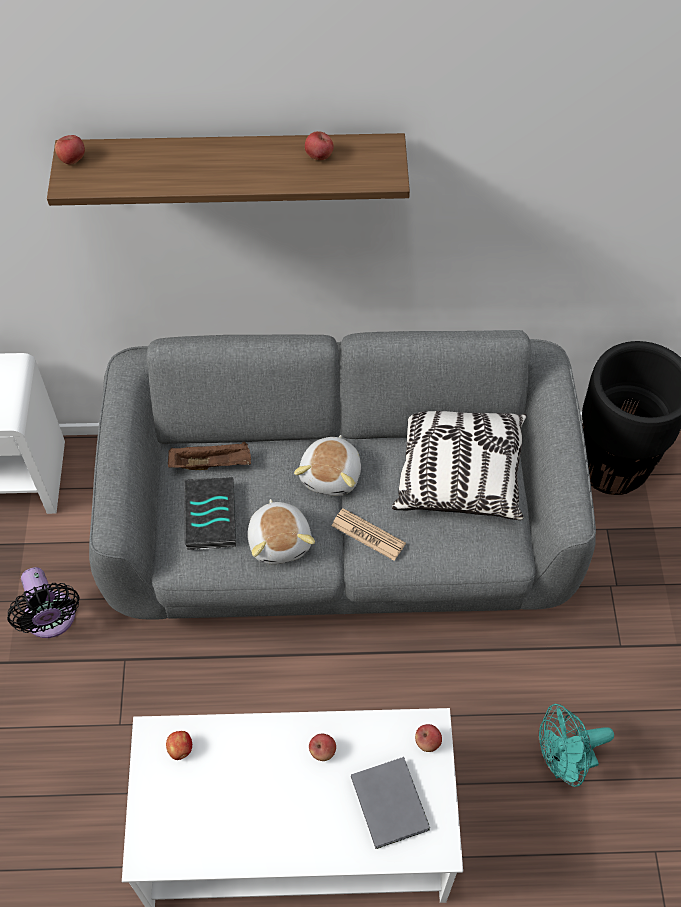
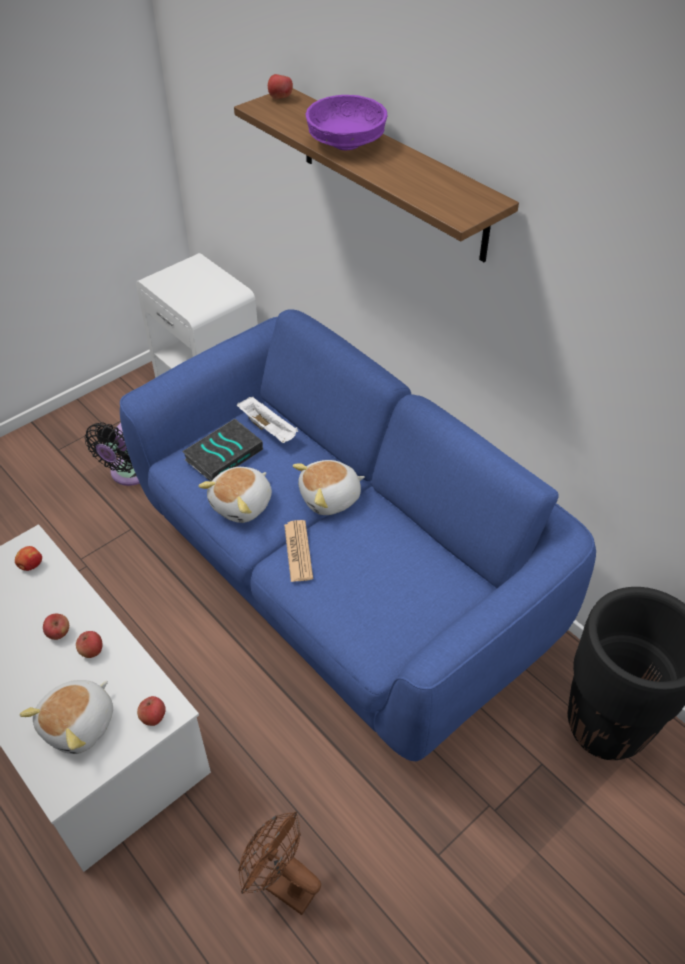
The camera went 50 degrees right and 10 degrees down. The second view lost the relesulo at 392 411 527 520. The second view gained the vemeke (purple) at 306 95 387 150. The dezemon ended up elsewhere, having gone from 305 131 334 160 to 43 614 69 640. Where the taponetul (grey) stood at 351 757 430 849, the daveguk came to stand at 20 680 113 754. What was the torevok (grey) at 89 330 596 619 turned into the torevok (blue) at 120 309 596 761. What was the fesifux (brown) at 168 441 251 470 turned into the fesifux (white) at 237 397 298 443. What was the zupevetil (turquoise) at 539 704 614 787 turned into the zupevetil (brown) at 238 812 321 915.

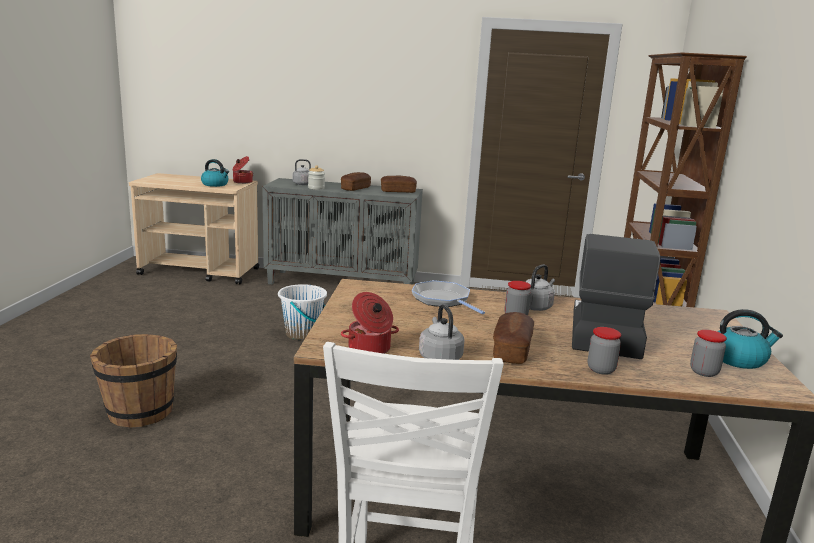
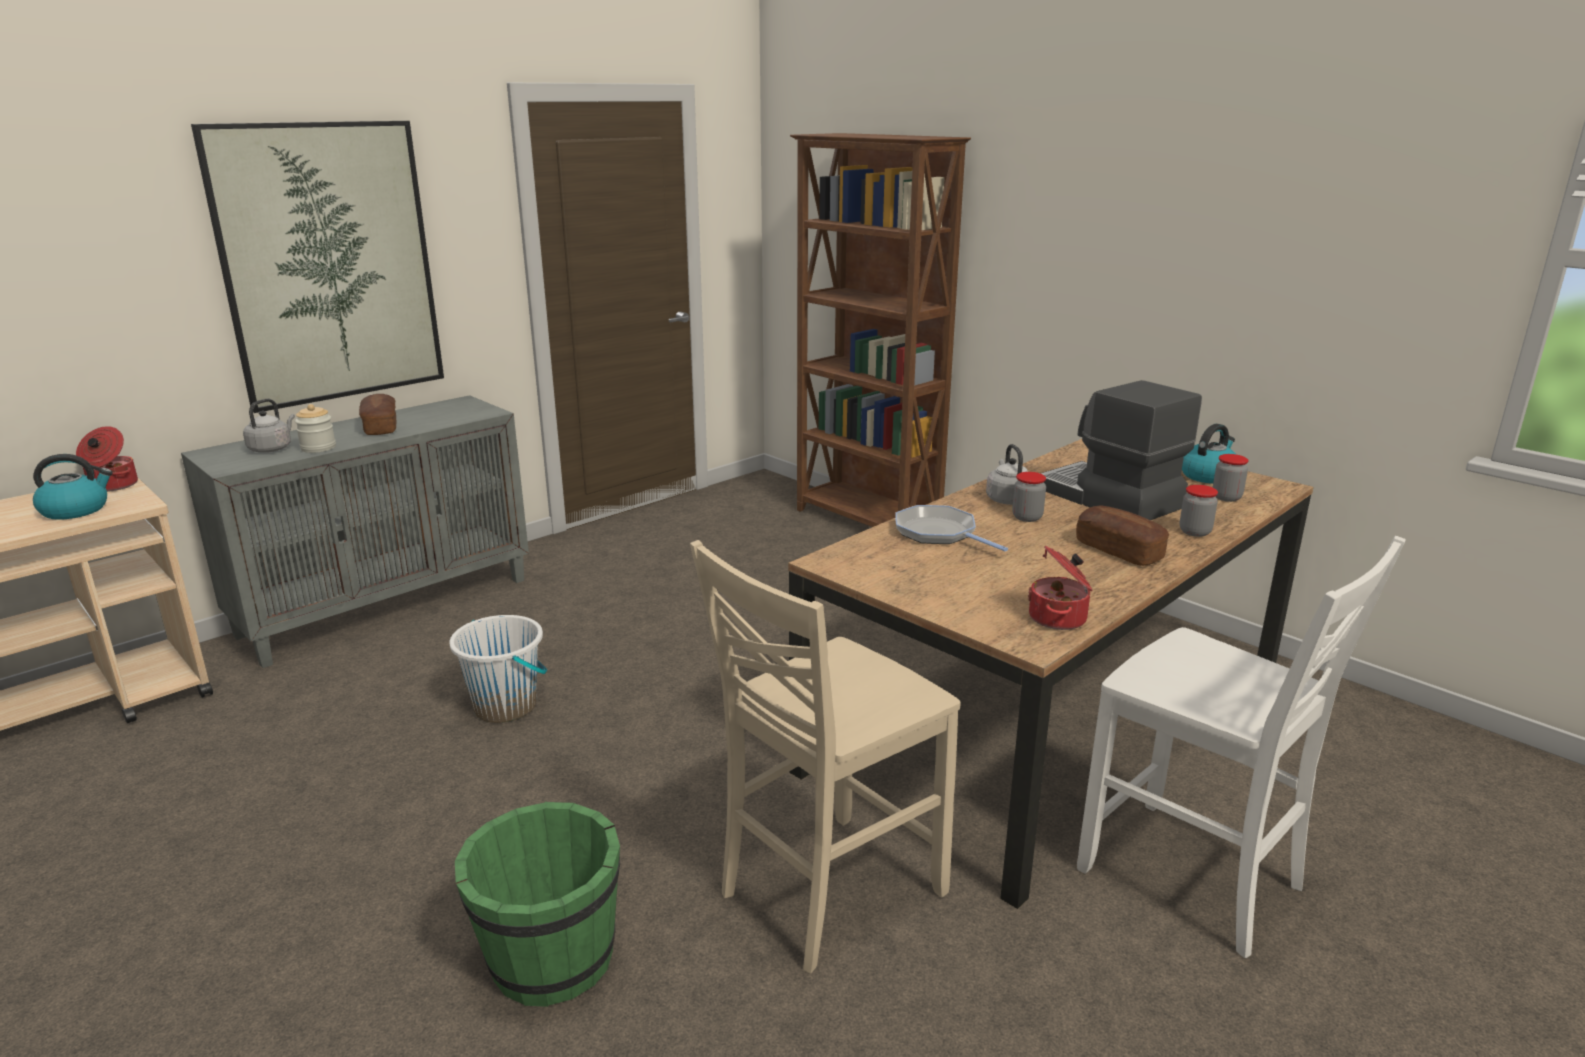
The camera went 50 degrees left and 5 degrees up. The second view lost the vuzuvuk at 381 175 417 193. The second view lost the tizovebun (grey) at 419 304 464 360. The second view gained the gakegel at 191 121 444 413. The second view gained the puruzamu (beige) at 690 540 961 974. What was the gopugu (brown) at 90 334 177 428 turned into the gopugu (green) at 455 802 620 1007. The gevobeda at 412 280 485 314 ended up facing another way, 45 degrees clockwise from before.

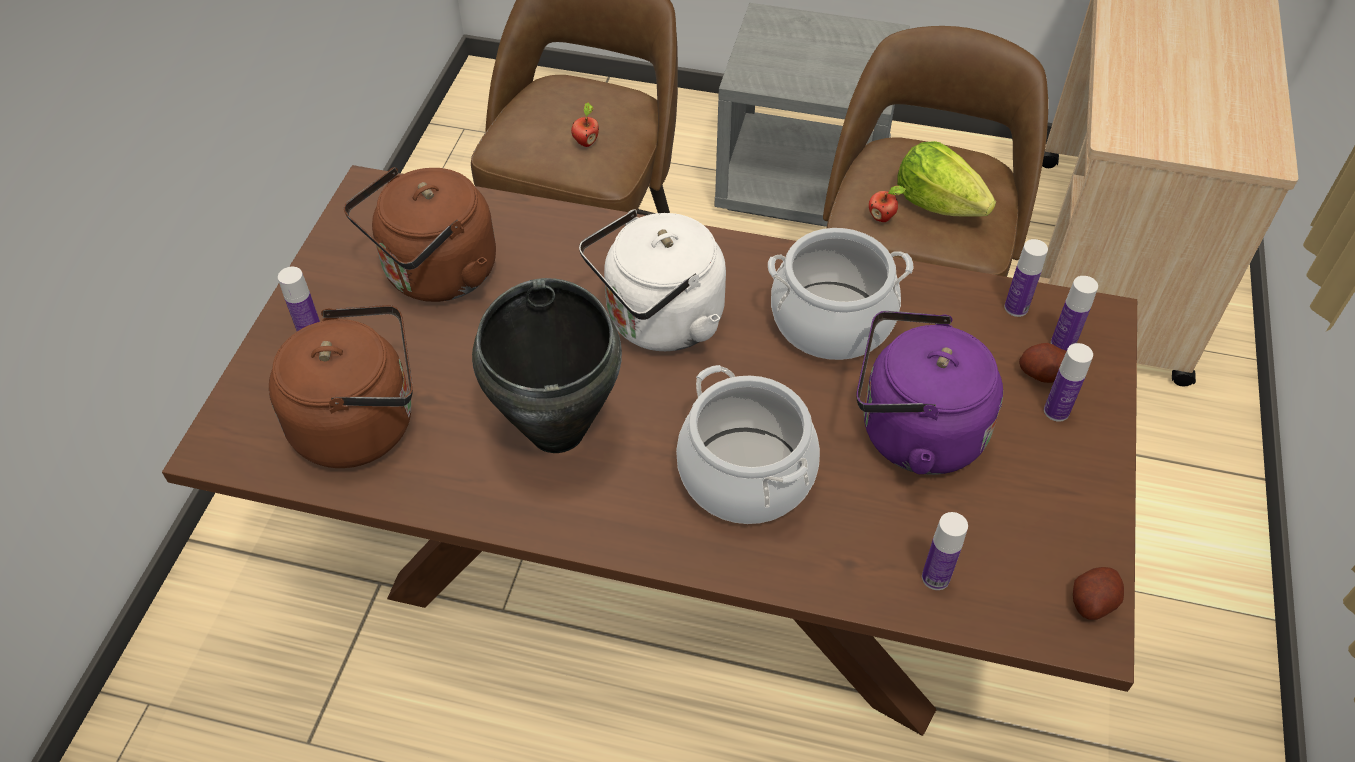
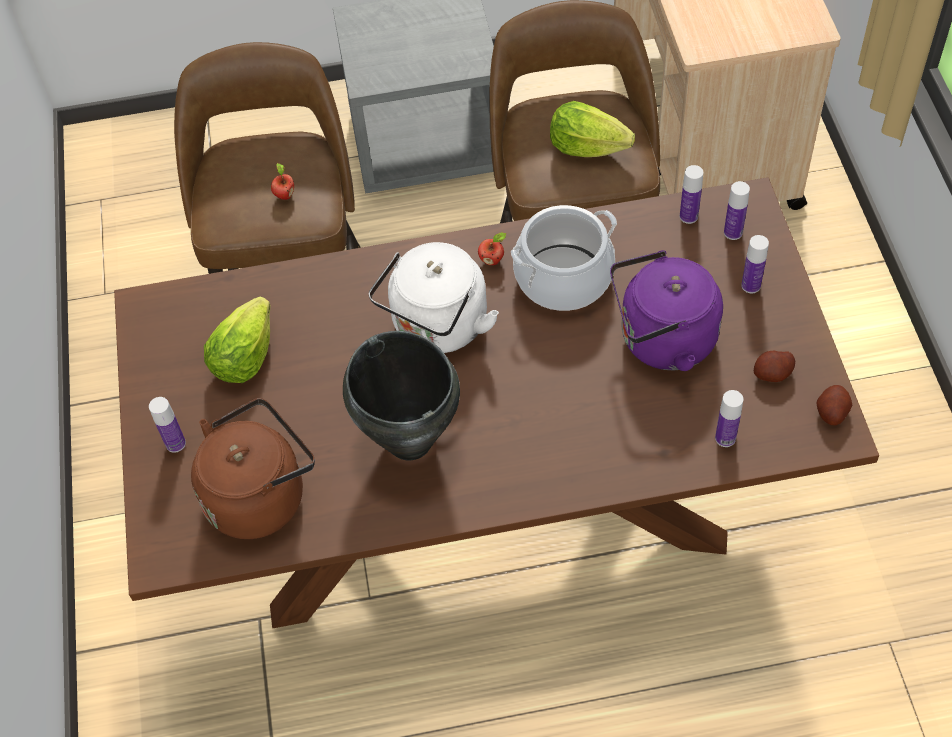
The camera went 20 degrees left and 5 degrees up. The second view lost the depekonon at 676 365 820 524. The dezemon ended up elsewhere, having gone from 869 185 906 222 to 478 233 506 265. The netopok ended up elsewhere, having gone from 1019 343 1066 383 to 754 351 795 382. Where the tizovebun (brown) stood at 344 167 496 302, the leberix came to stand at 204 297 271 383.

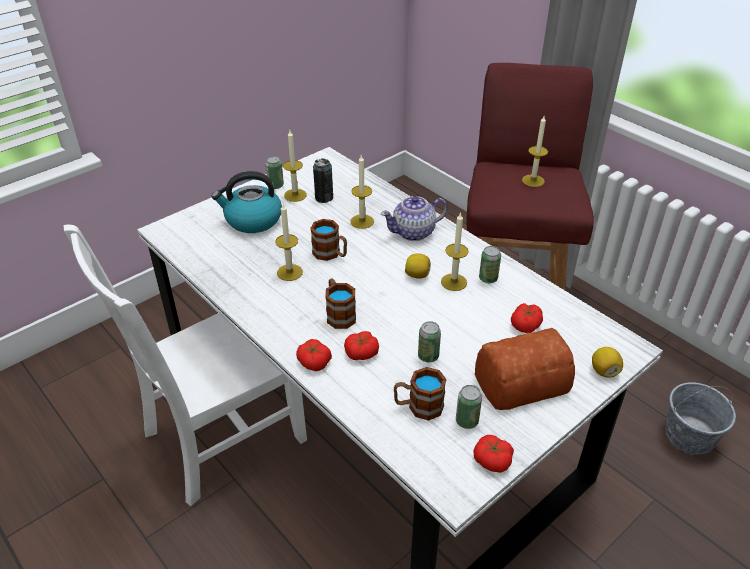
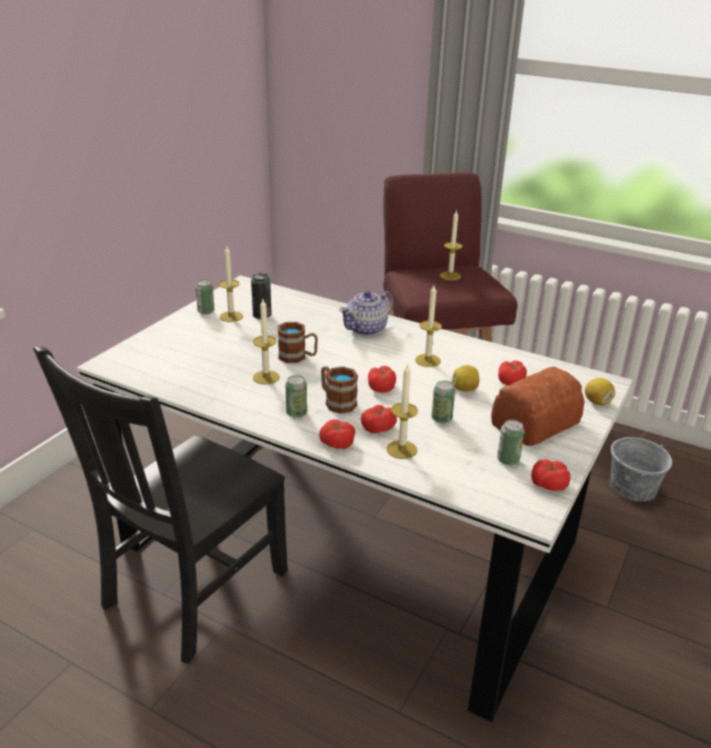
The camera went 20 degrees left and 10 degrees down. The second view lost the tizovebun at 211 171 282 233. The second view lost the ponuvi at 394 367 447 420. The second view gained the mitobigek at 368 366 396 393. The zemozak ended up elsewhere, having gone from 350 155 374 229 to 387 363 418 459. The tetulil ended up elsewhere, having gone from 405 254 431 279 to 452 365 480 392. The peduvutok ended up elsewhere, having gone from 479 246 501 283 to 286 375 307 418. What was the puruzamu (white) at 64 225 307 506 turned into the puruzamu (black) at 33 346 288 664.

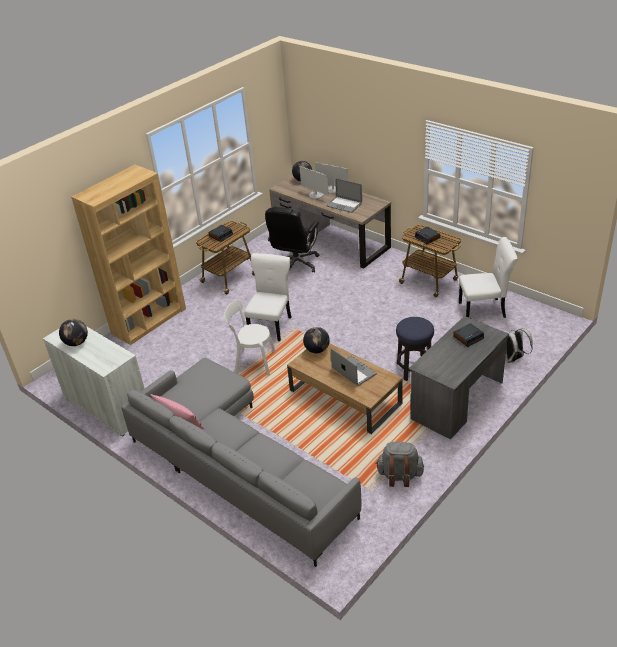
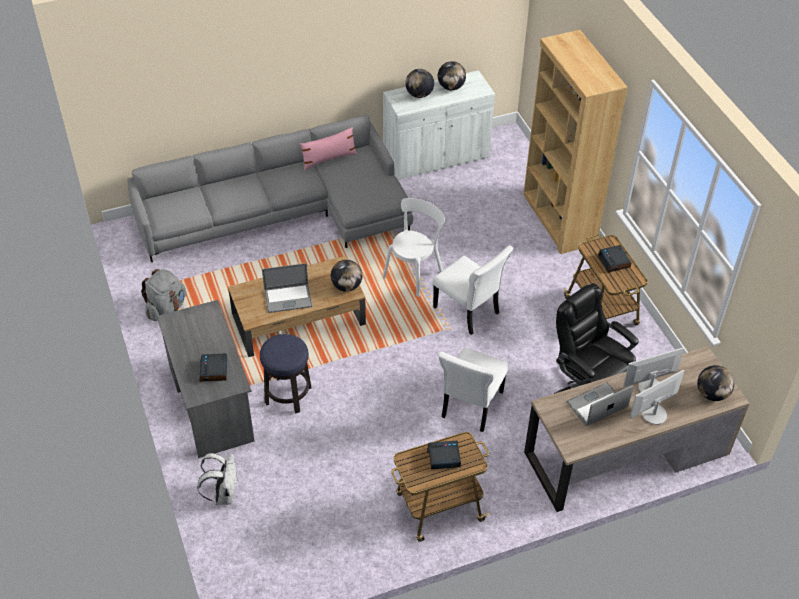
The camera went 115 degrees right and 10 degrees up. The second view gained the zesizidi at 405 69 434 98. The puruzamu (white) ended up elsewhere, having gone from 459 237 518 318 to 439 347 508 432.

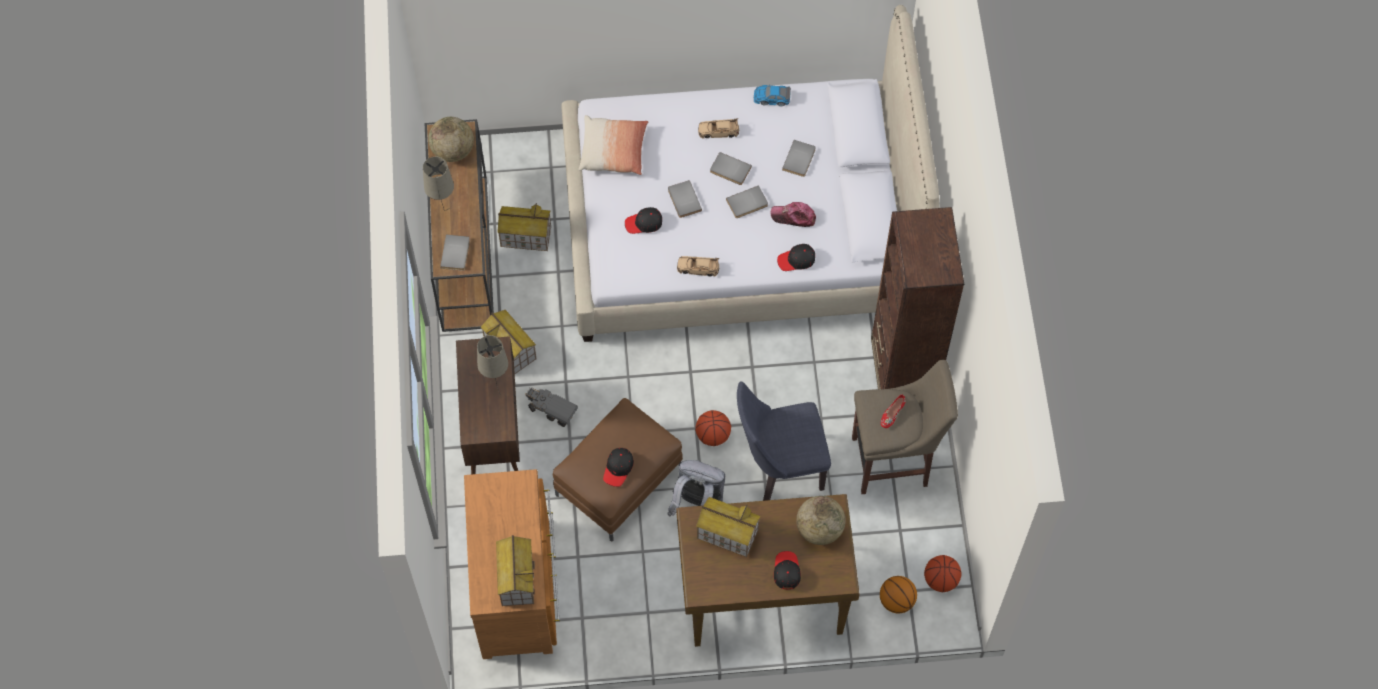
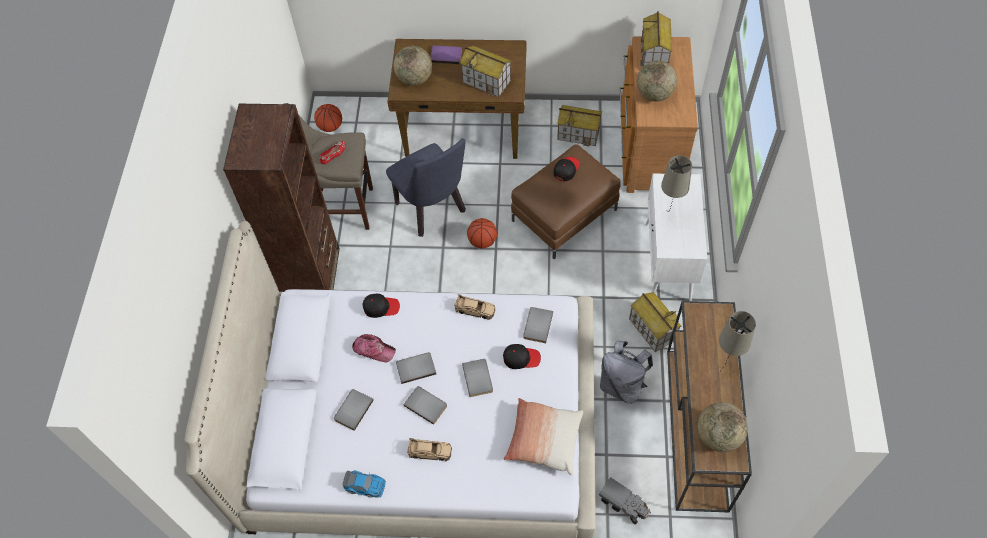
The camera went 170 degrees left and 5 degrees down. The second view lost the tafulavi at 880 576 917 613. The second view gained the zesizidi at 637 60 677 101. The taponetul (grey) ended up elsewhere, having gone from 440 235 470 271 to 523 307 553 343. The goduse ended up elsewhere, having gone from 497 203 551 251 to 557 105 602 146. The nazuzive ended up elsewhere, having gone from 525 388 578 427 to 599 477 650 524. The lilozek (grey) ended up elsewhere, having gone from 667 460 725 516 to 600 340 653 404. Where the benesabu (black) stood at 774 551 801 590, the taponetul (purple) came to stand at 430 45 462 64. What was the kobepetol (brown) at 456 336 520 474 turned into the kobepetol (white) at 646 173 707 301. The puruzamu (blue) at 737 381 831 501 ended up facing another way, 60 degrees clockwise from before.

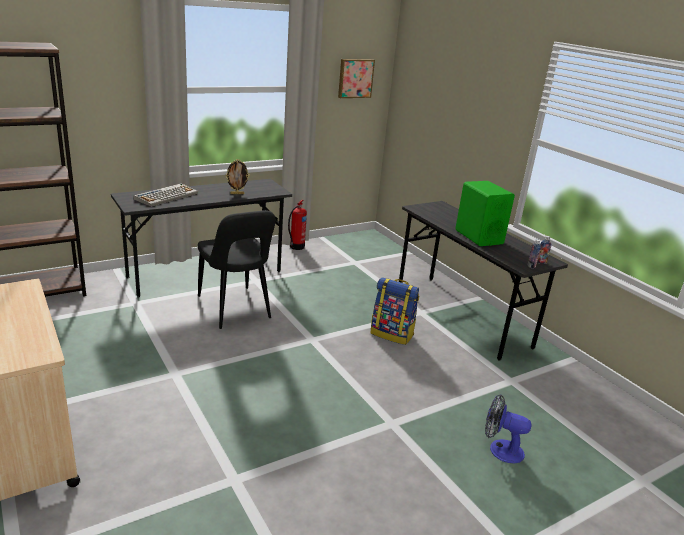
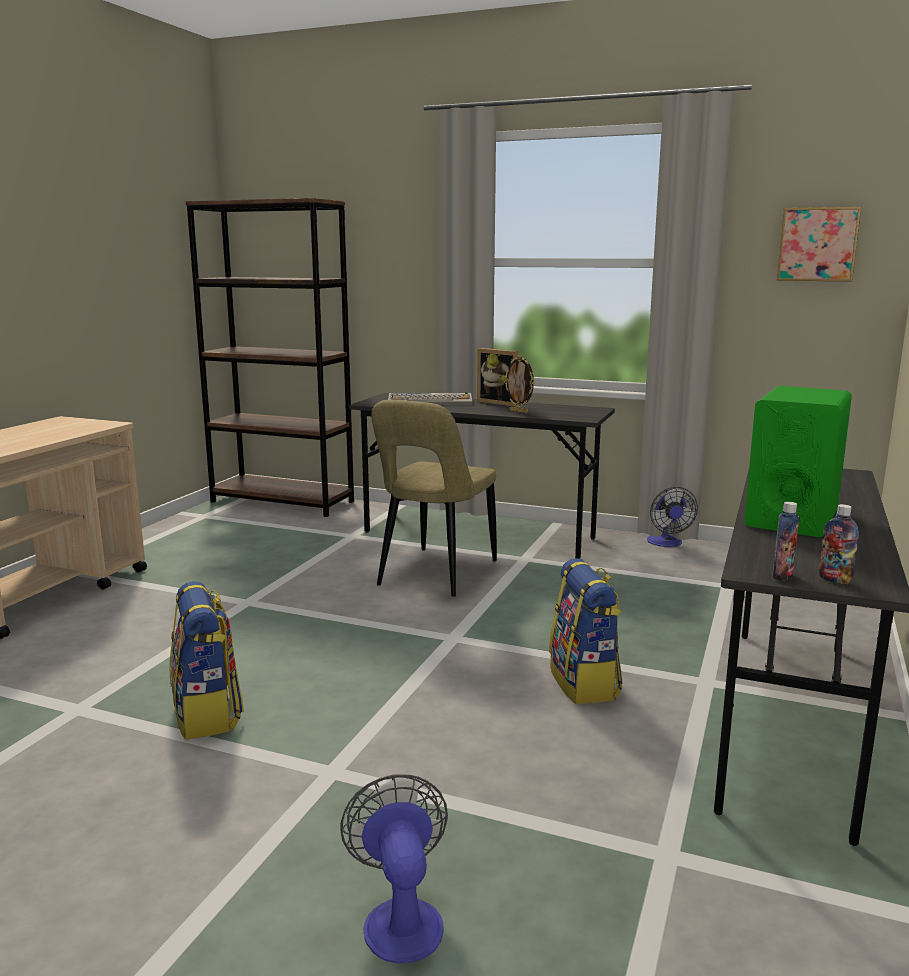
The camera went 55 degrees right and 10 degrees down. The second view gained the lilozek at 170 581 244 740. The second view gained the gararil at 477 348 519 407. Where the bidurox stood at 288 200 307 250, the zupevetil came to stand at 647 487 698 547. What was the puruzamu (black) at 198 210 276 329 turned into the puruzamu (beige) at 371 400 497 597.

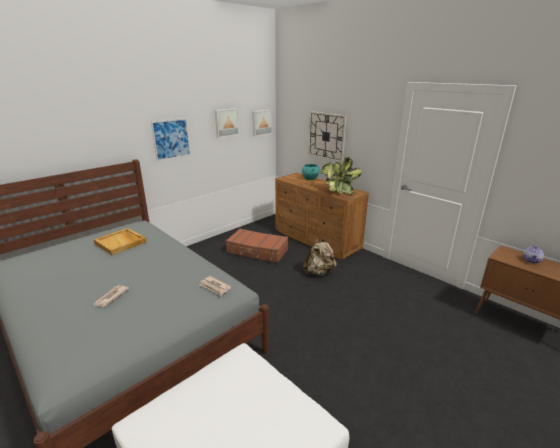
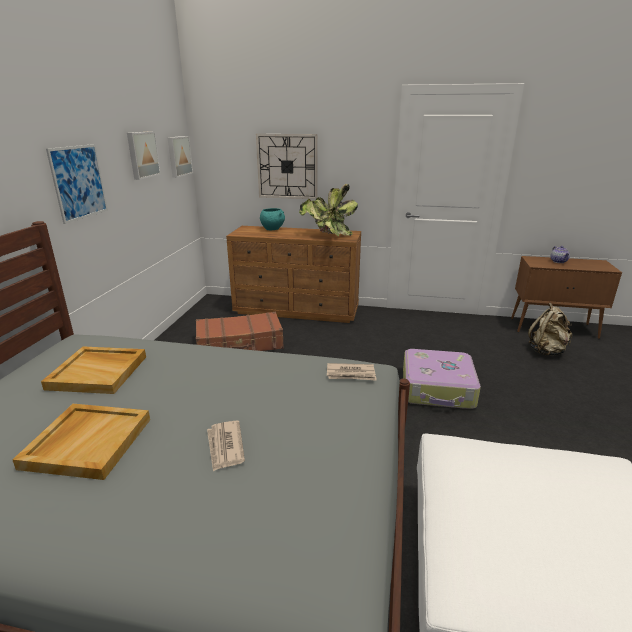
The camera went 35 degrees left and 0 degrees up. The second view gained the fesifux (beige) at 12 404 150 480. The second view gained the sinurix at 403 349 481 409. The lilozek (beige) ended up elsewhere, having gone from 303 238 337 276 to 528 303 572 356.

